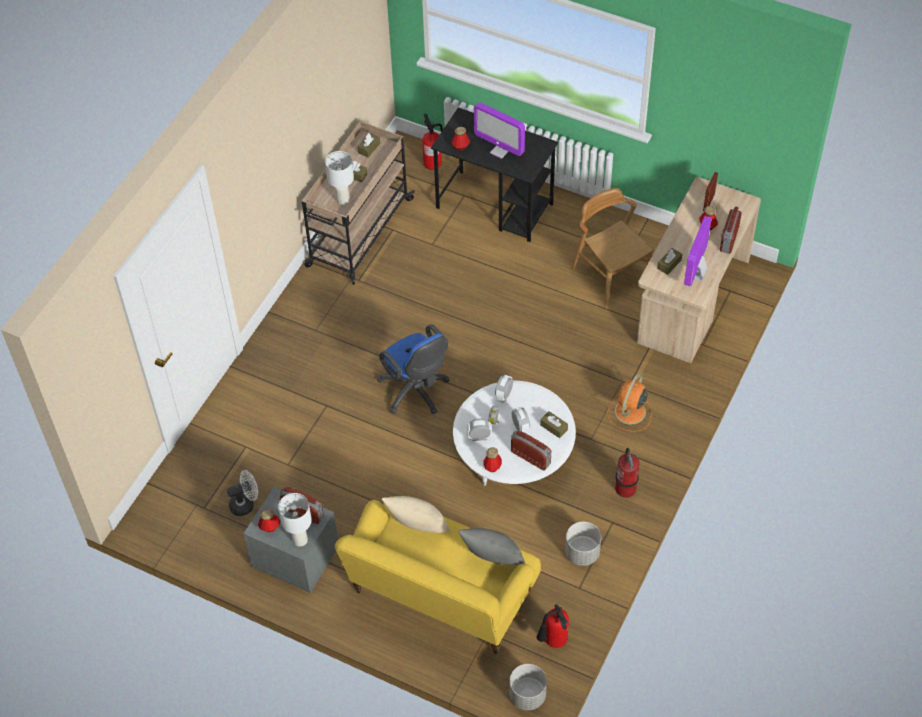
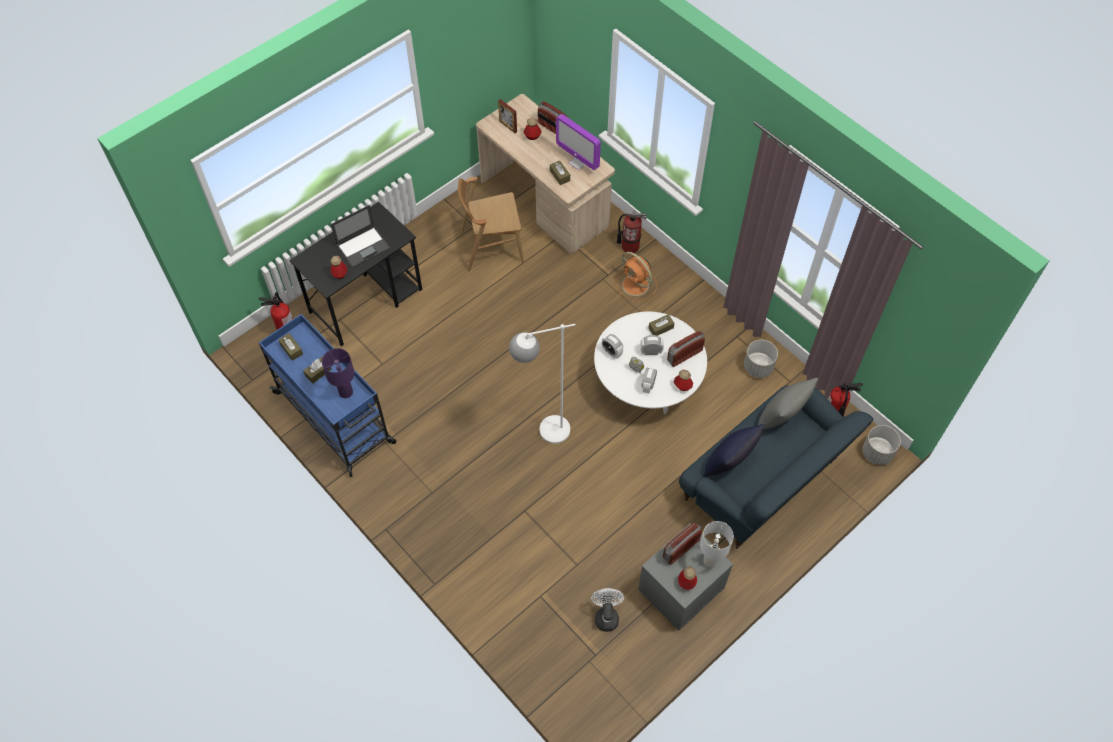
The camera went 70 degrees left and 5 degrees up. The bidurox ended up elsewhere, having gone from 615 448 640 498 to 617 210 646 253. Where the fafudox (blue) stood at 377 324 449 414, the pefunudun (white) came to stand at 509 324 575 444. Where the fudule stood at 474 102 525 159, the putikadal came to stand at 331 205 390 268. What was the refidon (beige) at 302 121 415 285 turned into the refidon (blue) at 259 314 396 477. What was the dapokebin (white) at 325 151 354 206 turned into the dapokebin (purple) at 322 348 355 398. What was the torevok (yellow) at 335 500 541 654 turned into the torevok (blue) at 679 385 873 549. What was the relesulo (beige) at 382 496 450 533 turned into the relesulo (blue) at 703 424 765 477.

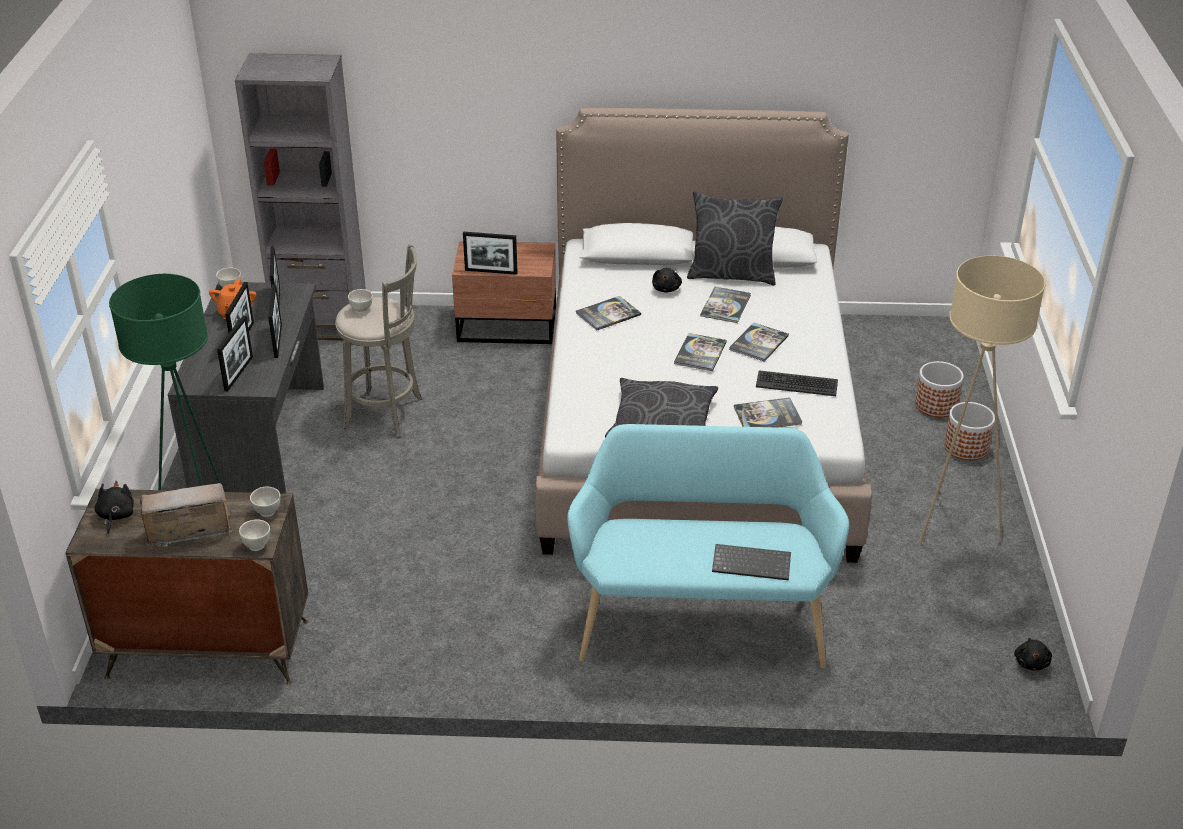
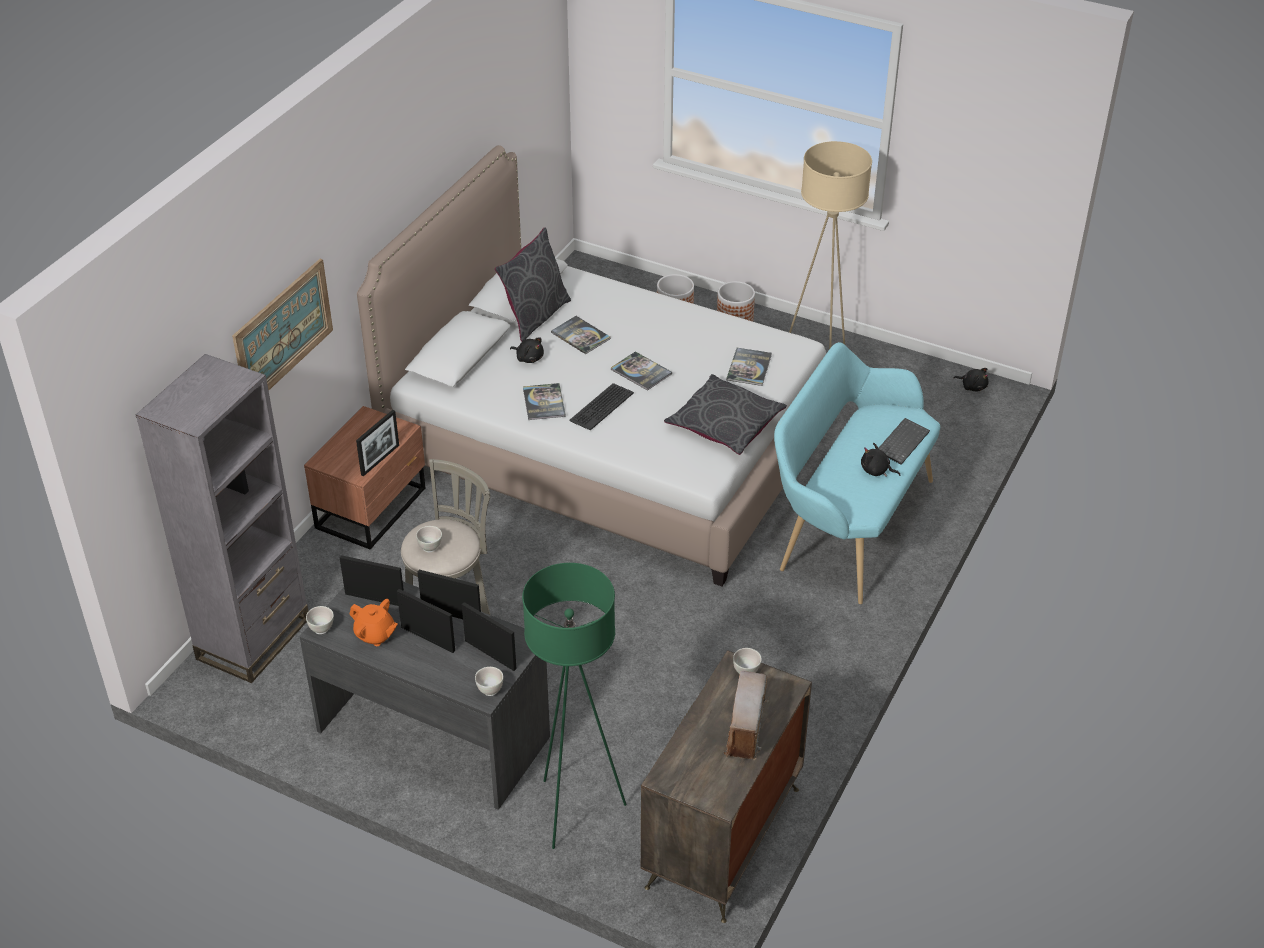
The camera went 65 degrees left and 5 degrees up. The second view lost the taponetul at 729 323 789 362. The second view gained the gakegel at 232 259 333 390. The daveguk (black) ended up elsewhere, having gone from 95 480 134 534 to 861 443 900 477. The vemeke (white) ended up elsewhere, having gone from 239 519 270 551 to 475 667 503 696. The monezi ended up elsewhere, having gone from 756 370 838 396 to 569 383 634 430.

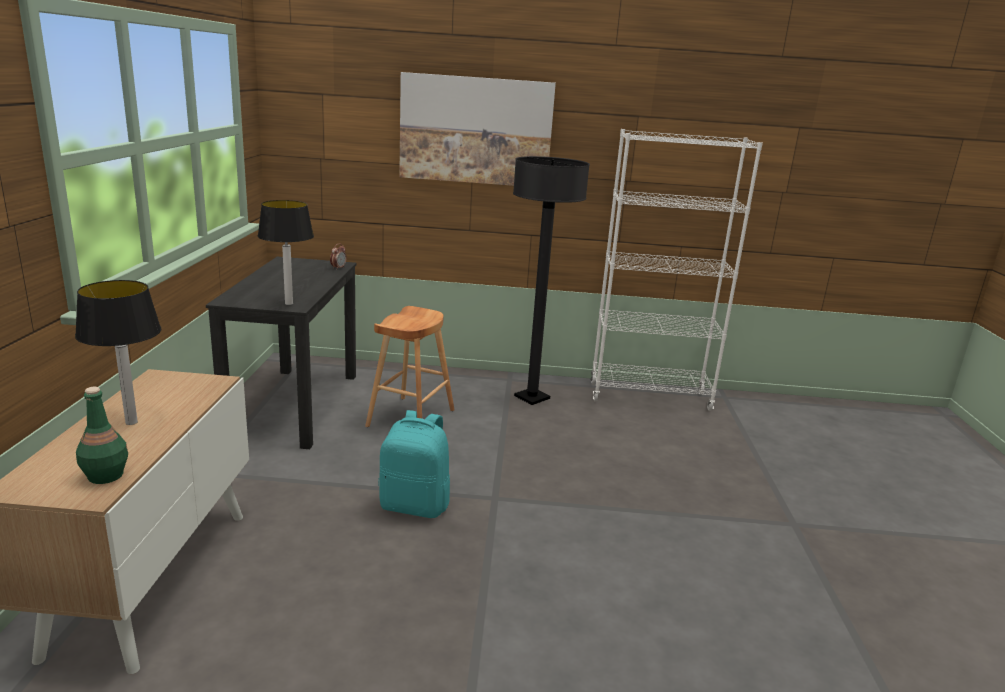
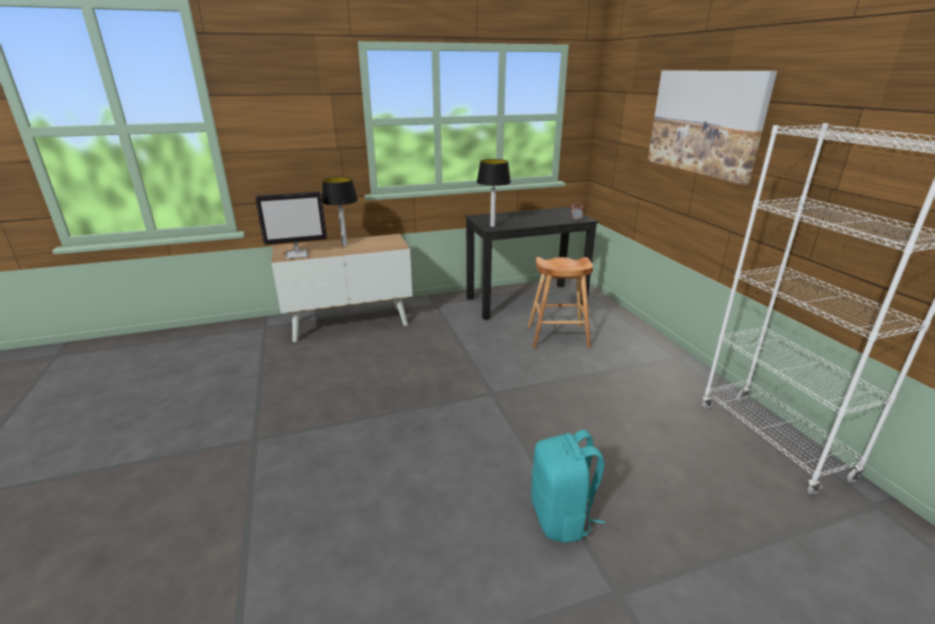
The camera went 70 degrees right and 5 degrees up. The second view lost the pefunudun (black) at 513 156 590 405. The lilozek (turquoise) ended up elsewhere, having gone from 379 410 450 518 to 531 430 605 542. Where the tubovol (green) stood at 76 387 128 484, the fudule came to stand at 255 191 327 259.

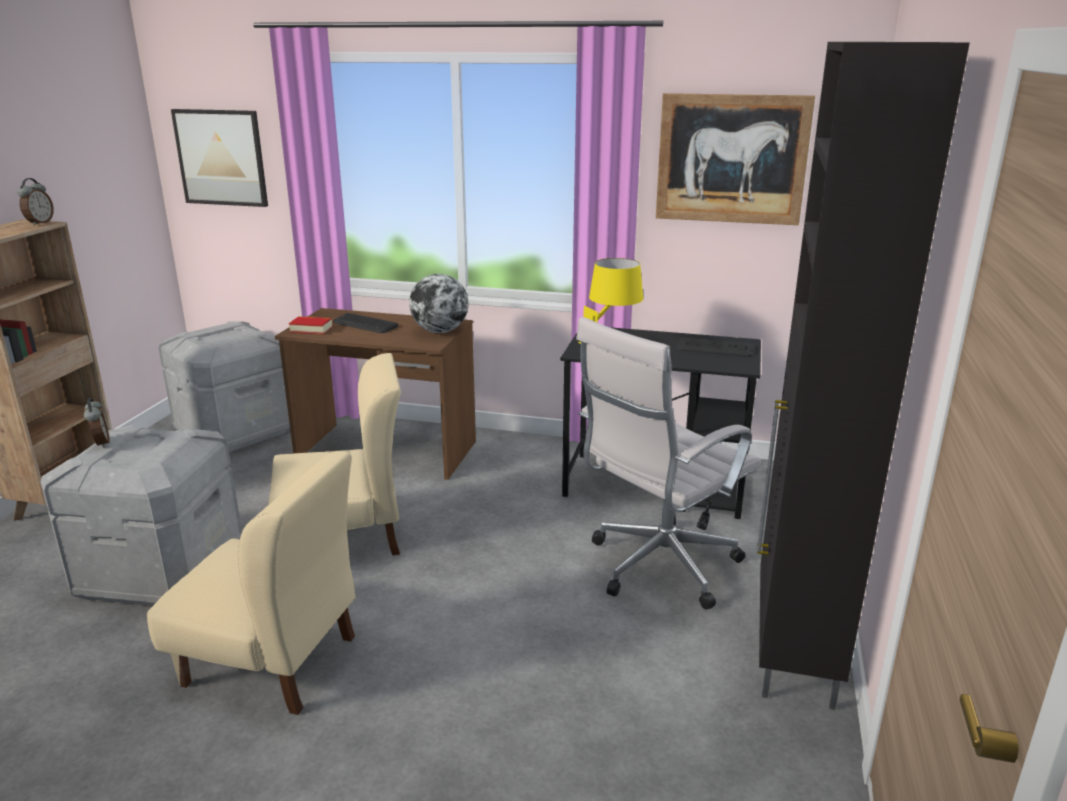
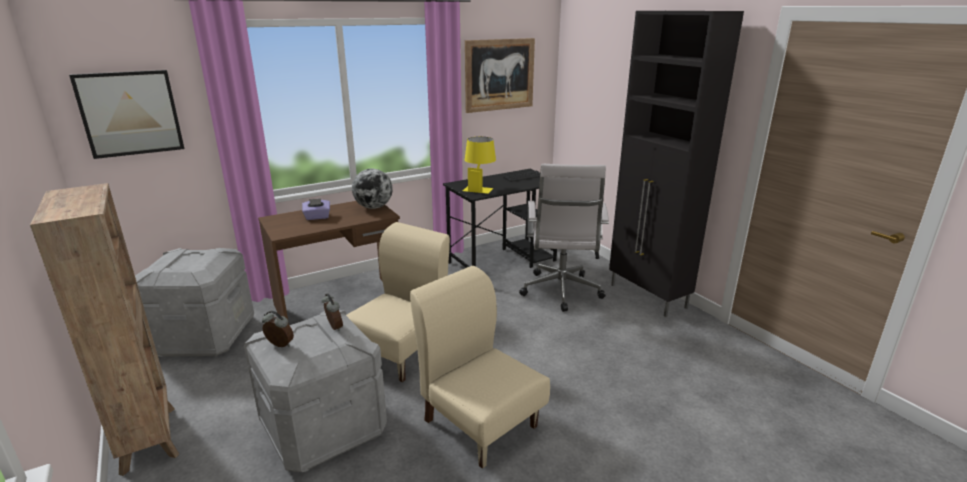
The camera went 45 degrees left and 0 degrees up. The second view lost the taponetul at 289 316 333 335. The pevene ended up elsewhere, having gone from 17 178 54 226 to 322 293 343 331. Where the monezi stood at 333 313 398 333, the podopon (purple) came to stand at 302 199 330 220. The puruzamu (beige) at 147 451 355 715 ended up facing another way, 105 degrees counterclockwise from before.

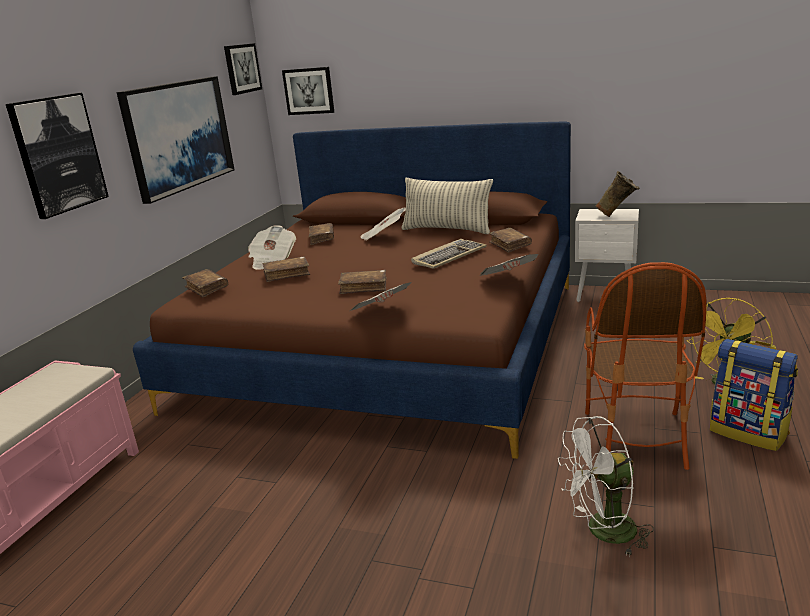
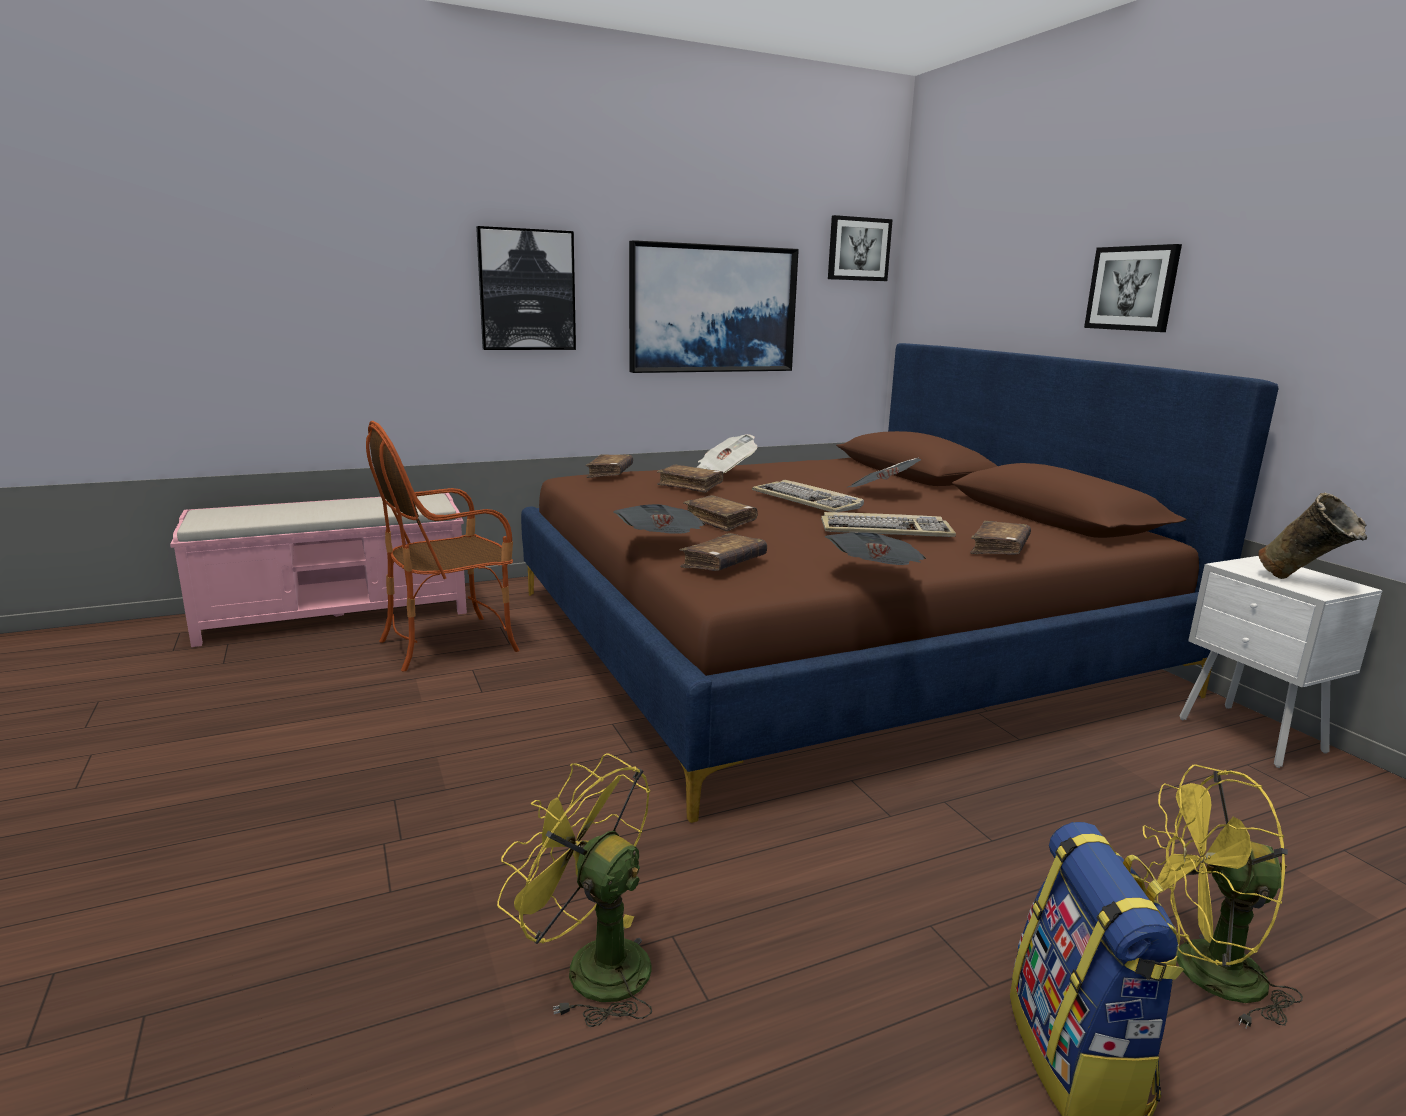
The camera went 45 degrees right and 5 degrees down. The second view lost the relesulo at 401 178 493 234. The second view gained the monezi at 752 480 864 512. The gakegel ended up elsewhere, having gone from 282 67 334 115 to 1084 244 1182 332. The taponetul (brown) ended up elsewhere, having gone from 309 223 334 245 to 679 533 767 571. The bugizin ended up elsewhere, having gone from 584 262 706 470 to 366 421 520 671. What was the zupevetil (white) at 558 416 654 557 turned into the zupevetil (yellow) at 497 753 652 1027.

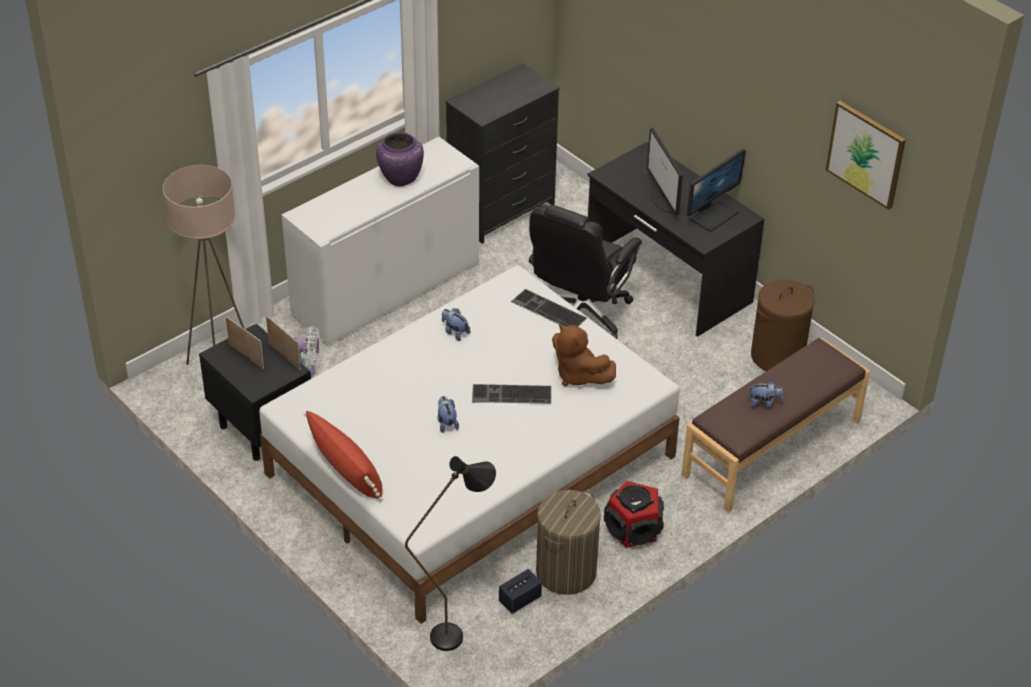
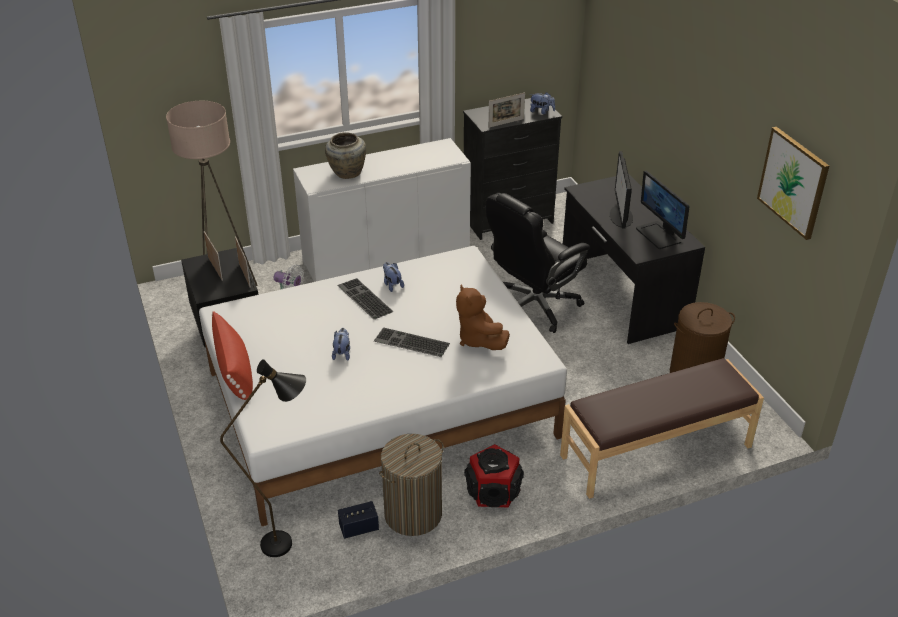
The camera went 20 degrees right and 5 degrees down. The second view lost the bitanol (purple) at 376 132 424 187. The second view gained the bitanol (beige) at 325 132 366 179. The second view gained the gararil at 488 93 525 128. The monezi ended up elsewhere, having gone from 511 289 587 327 to 337 278 394 319. The daveguk ended up elsewhere, having gone from 749 380 783 408 to 530 92 555 114. The fudule at 687 149 746 232 ended up facing another way, 90 degrees clockwise from before.

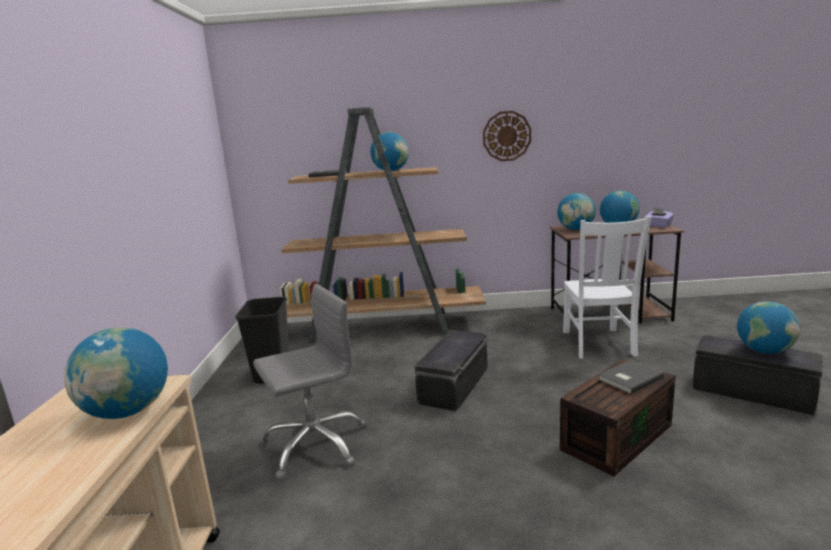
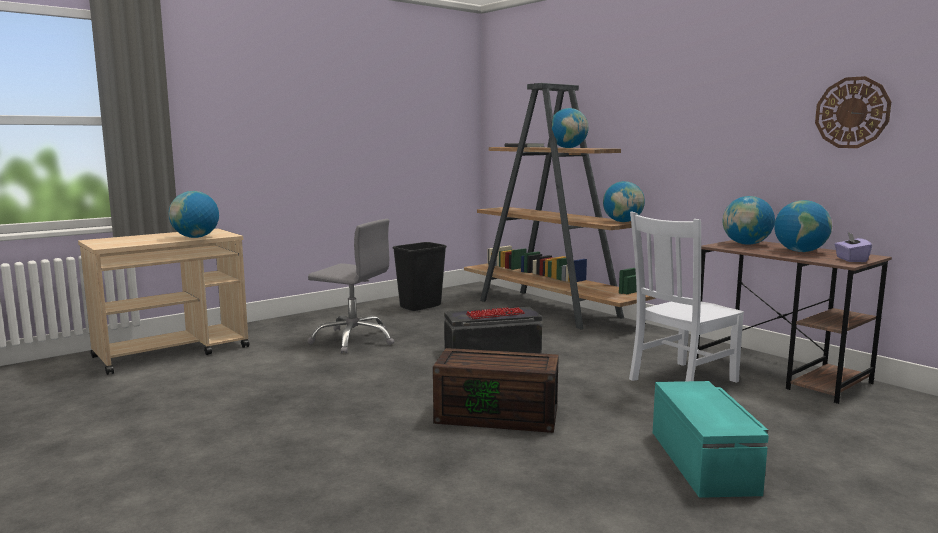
The camera went 50 degrees right and 5 degrees down. The second view lost the taponetul (grey) at 598 360 664 394. The second view gained the monezi at 466 307 525 319. The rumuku ended up elsewhere, having gone from 483 111 531 161 to 815 76 891 148. The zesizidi ended up elsewhere, having gone from 737 301 800 354 to 603 181 645 222. What was the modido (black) at 692 335 823 415 turned into the modido (turquoise) at 653 381 769 498.

